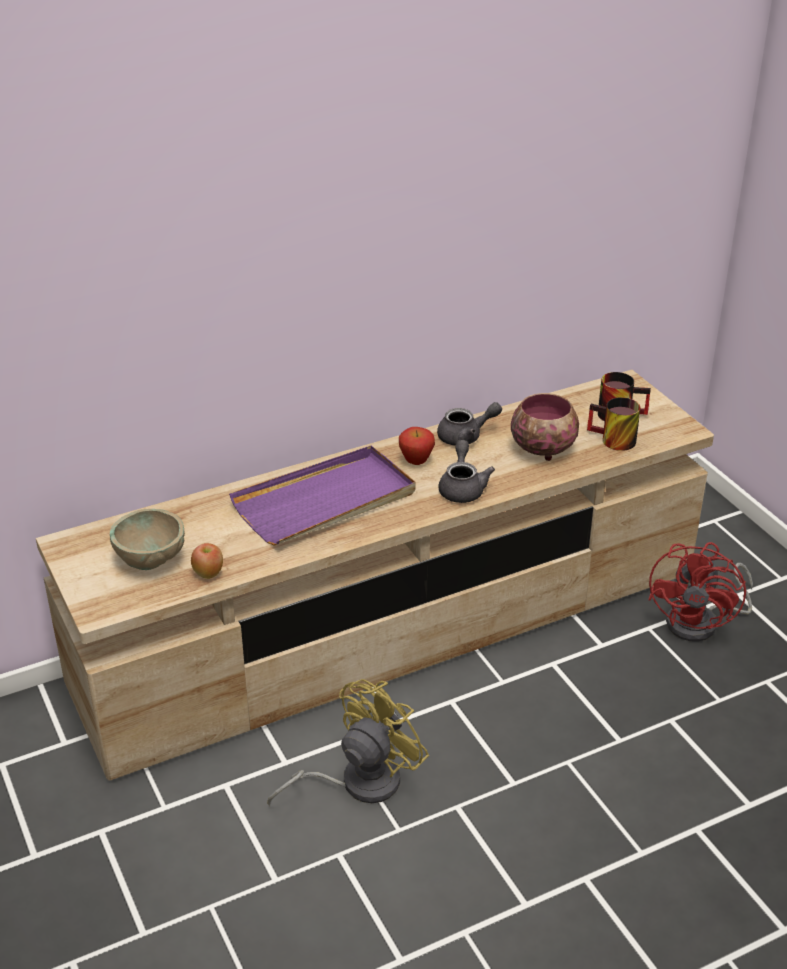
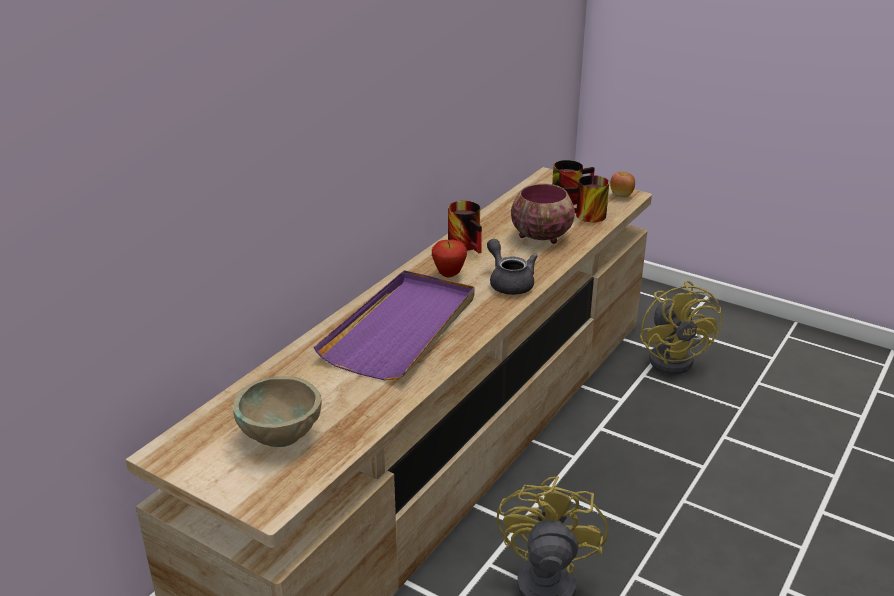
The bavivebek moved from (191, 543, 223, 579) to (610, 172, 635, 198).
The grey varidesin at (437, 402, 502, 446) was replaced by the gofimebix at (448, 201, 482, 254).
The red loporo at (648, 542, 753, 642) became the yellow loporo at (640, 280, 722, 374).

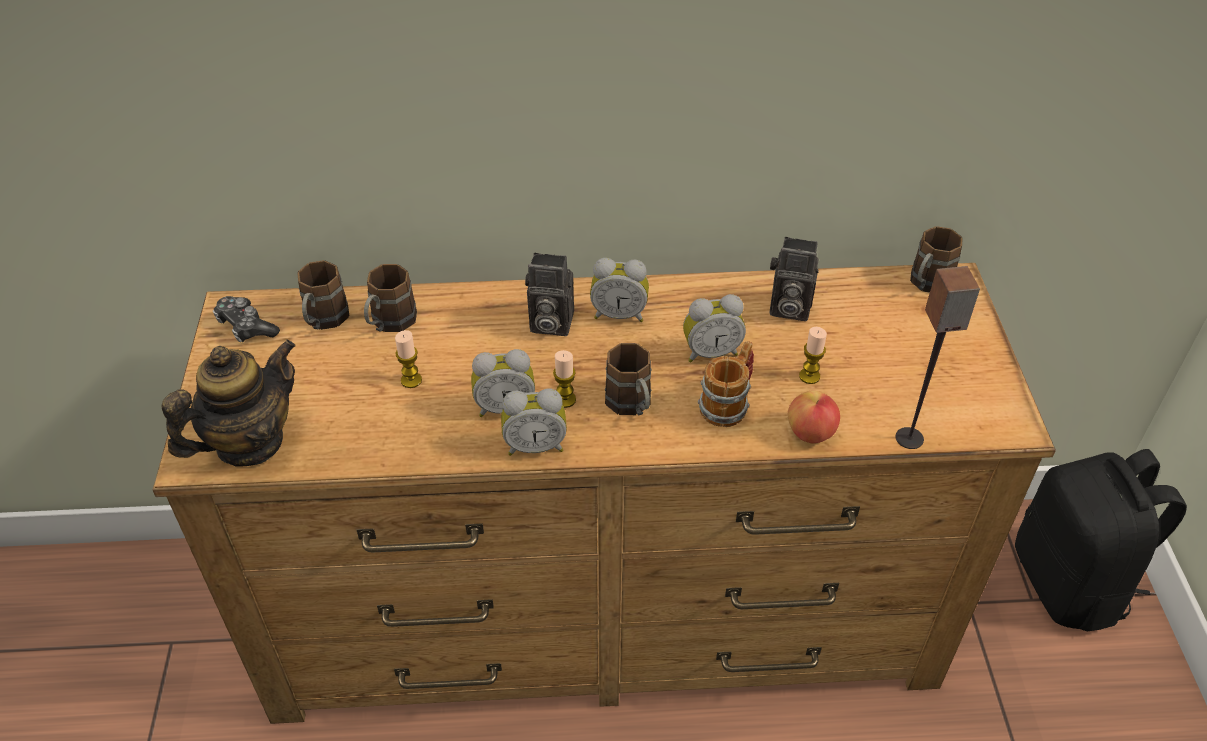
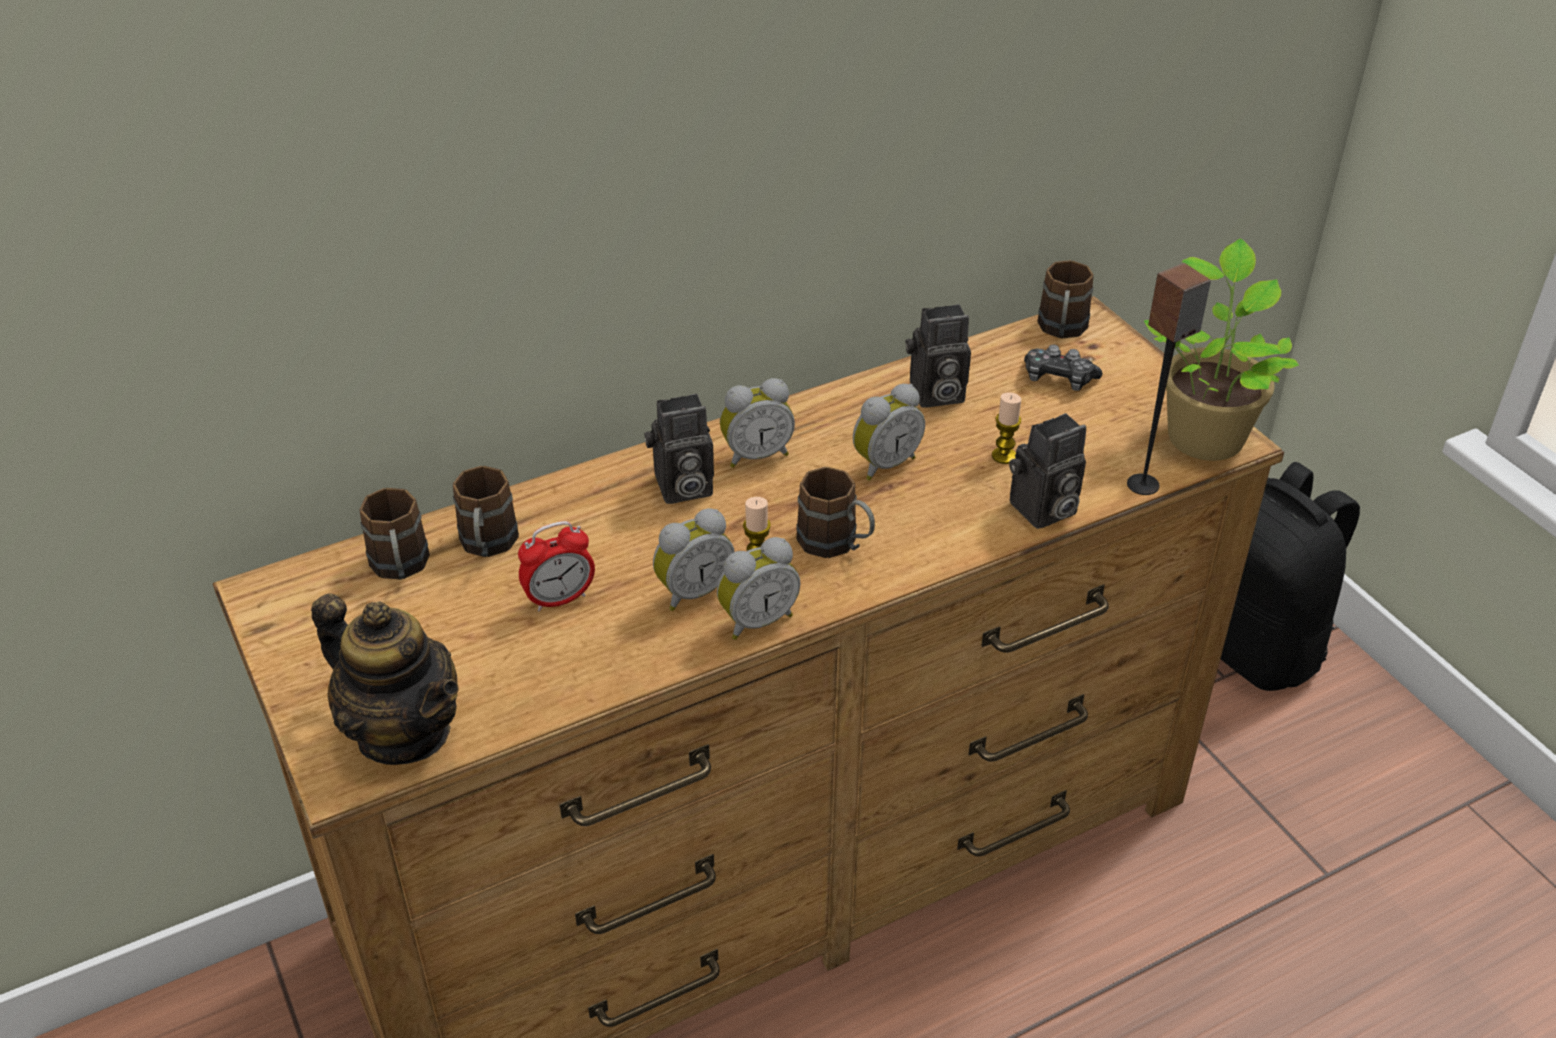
The gofimebix at (698, 341, 754, 427) disappeared.
The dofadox at (1144, 238, 1299, 461) appeared.
The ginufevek moved from (213, 296, 280, 342) to (1024, 345, 1103, 391).
The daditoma at (395, 330, 422, 388) was replaced by the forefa at (518, 521, 595, 612).
The bavivebek at (788, 390, 840, 443) was replaced by the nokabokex at (1009, 413, 1086, 529).
The varidesin at (162, 339, 296, 466) turned 105 degrees clockwise.

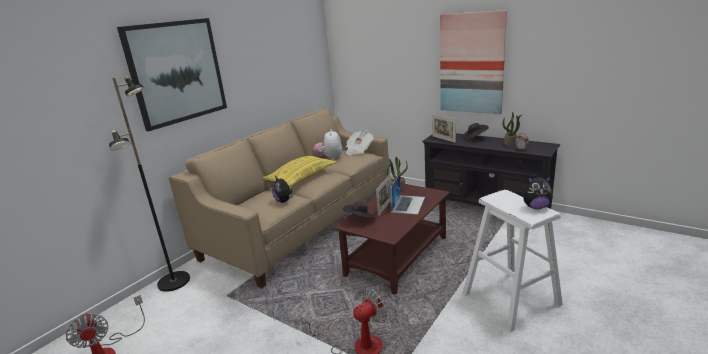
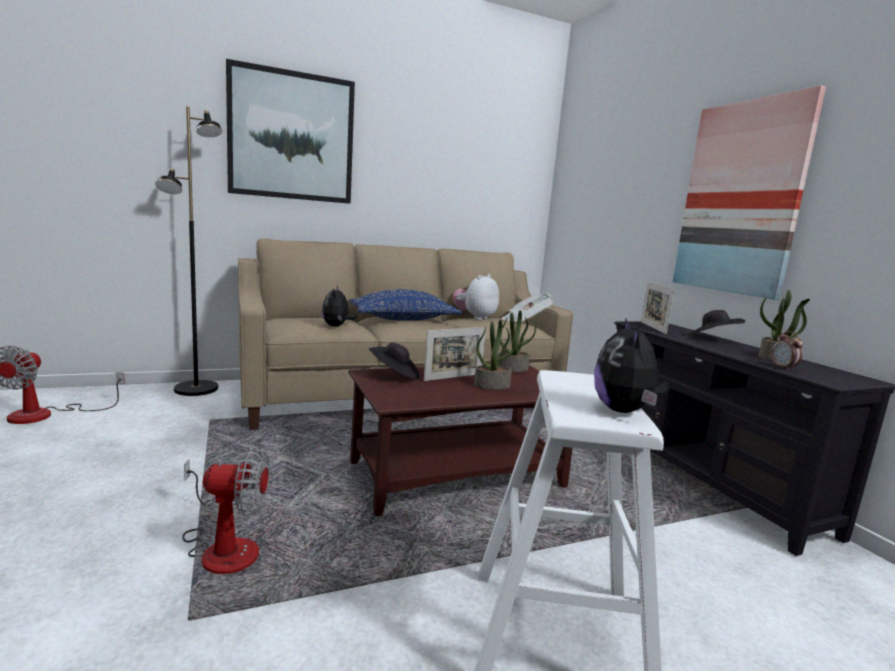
The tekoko at (390, 174, 425, 215) was replaced by the dofadox at (474, 320, 518, 390).
The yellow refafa at (263, 156, 337, 187) became the blue refafa at (349, 289, 462, 321).
The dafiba at (523, 176, 553, 209) turned 60 degrees clockwise.

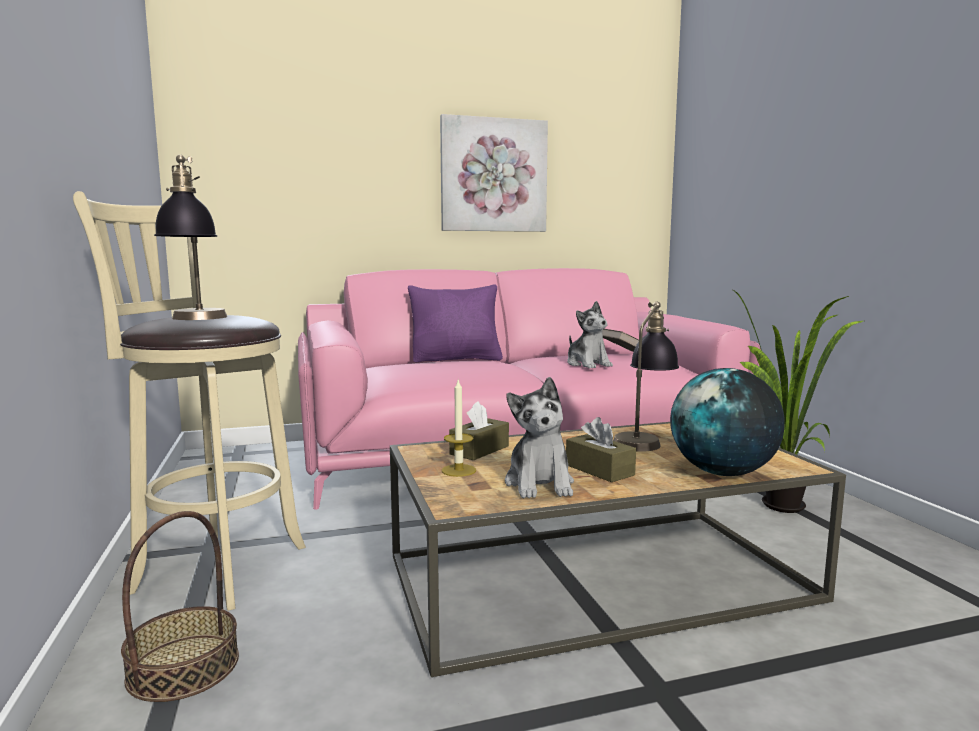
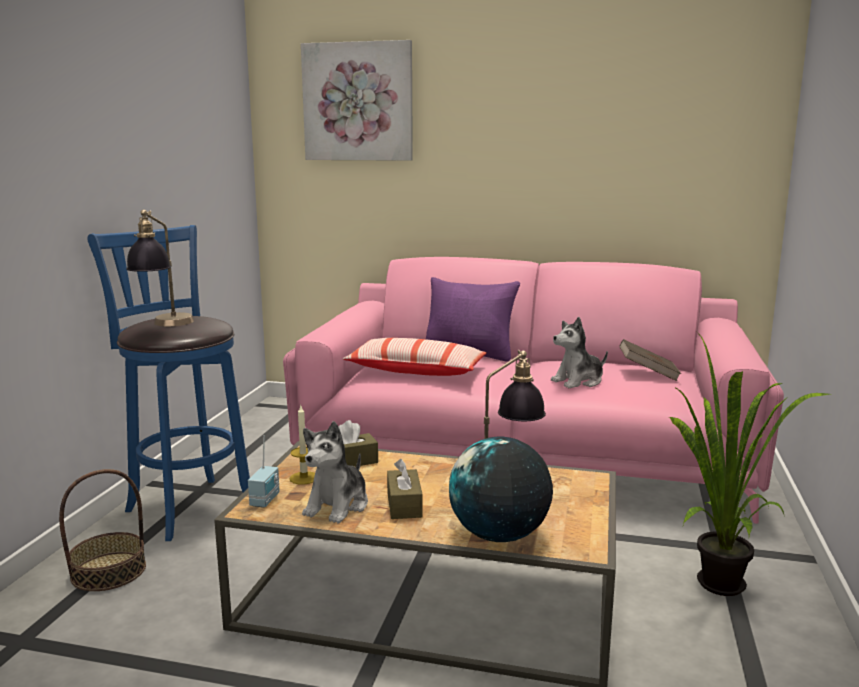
The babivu at (248, 436, 280, 507) appeared.
The refafa at (343, 338, 487, 376) appeared.
The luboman moved from (440, 114, 548, 232) to (301, 40, 413, 161).
The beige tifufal at (73, 191, 306, 611) became the blue tifufal at (87, 225, 250, 541).
The dafiba at (567, 301, 613, 368) turned 60 degrees clockwise.

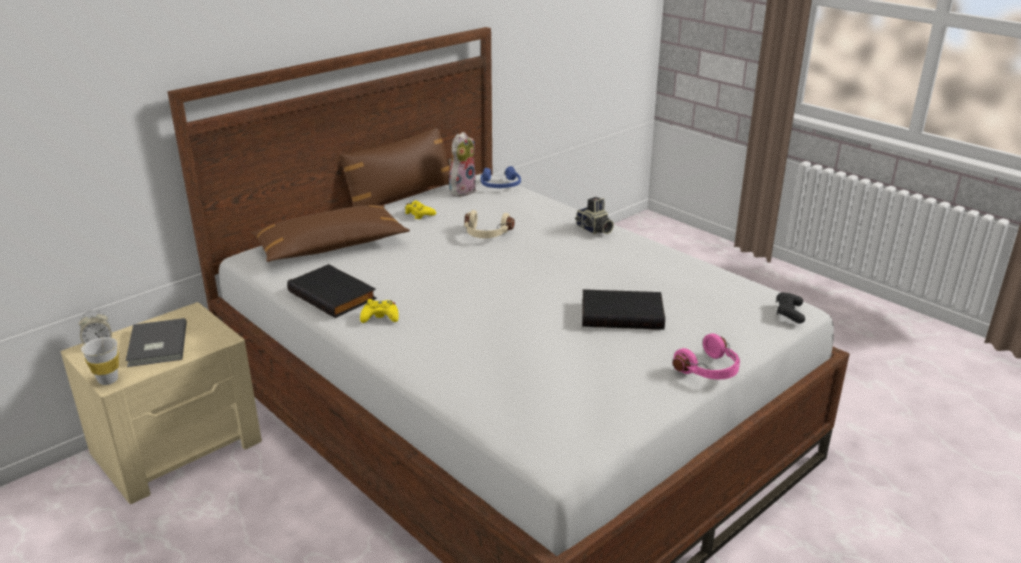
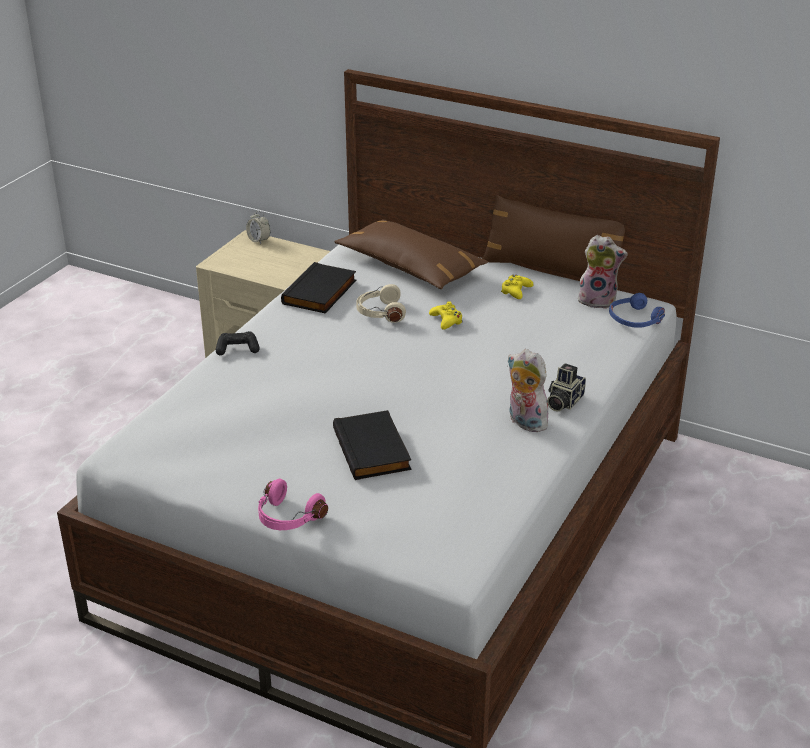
The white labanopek at (81, 337, 119, 385) disappeared.
The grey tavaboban at (126, 318, 187, 367) disappeared.
The dafiba at (508, 349, 548, 432) appeared.
The yellow ginufevek moved from (360, 299, 399, 323) to (429, 301, 462, 329).
The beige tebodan moved from (464, 210, 515, 238) to (356, 284, 406, 323).
The black ginufevek moved from (776, 292, 805, 324) to (216, 331, 259, 355).

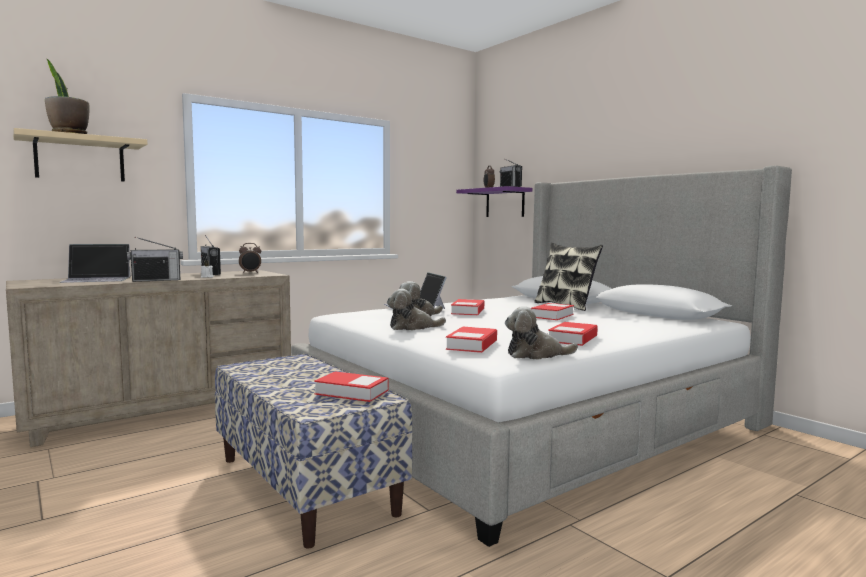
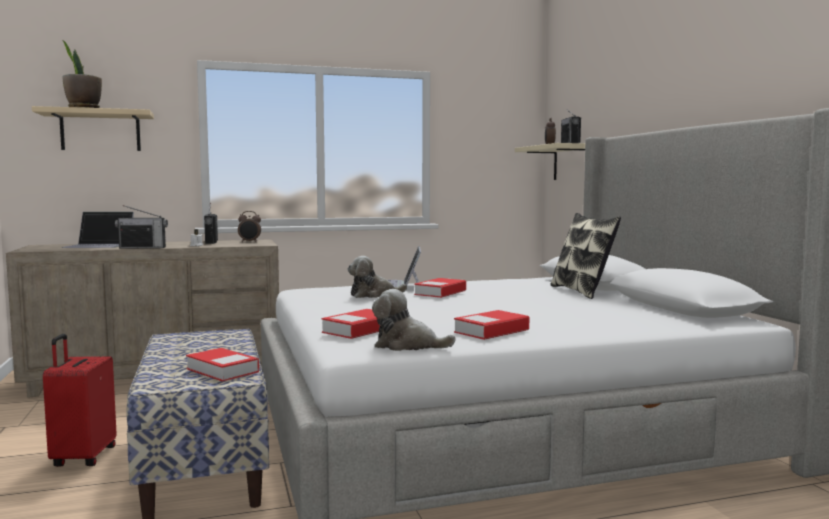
The dafiba at (387, 289, 446, 330) disappeared.
The tavaboban at (531, 303, 574, 320) disappeared.
The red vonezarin at (43, 334, 117, 467) appeared.
The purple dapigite at (456, 186, 532, 217) became the beige dapigite at (515, 143, 585, 180).

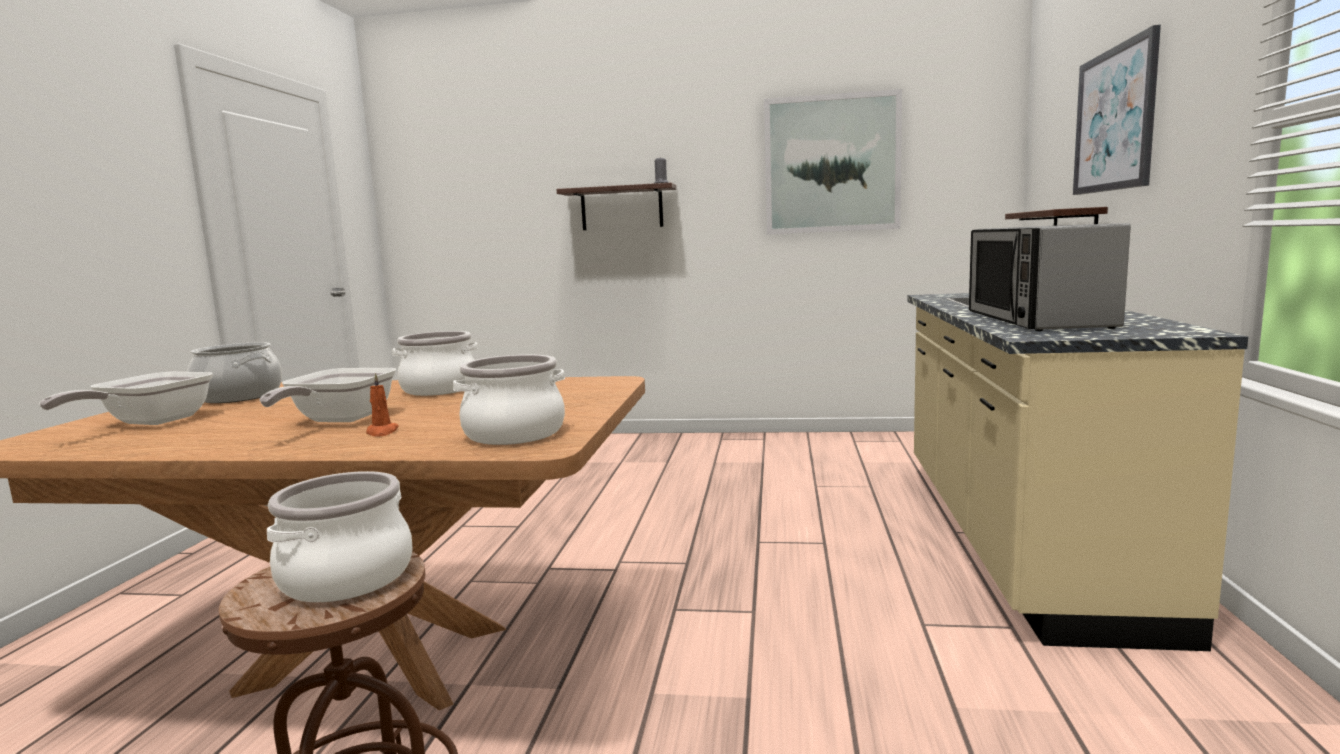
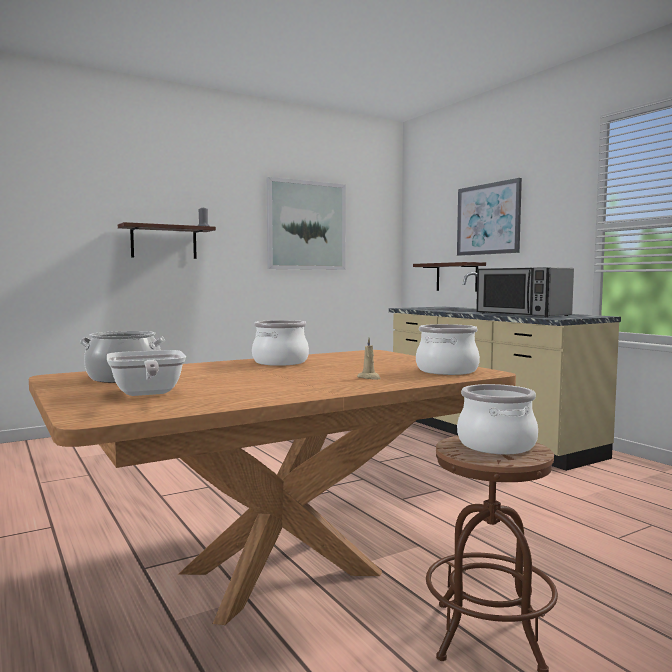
The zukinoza at (259, 368, 396, 422) disappeared.
The orange daditoma at (366, 373, 399, 437) became the beige daditoma at (357, 338, 381, 379).

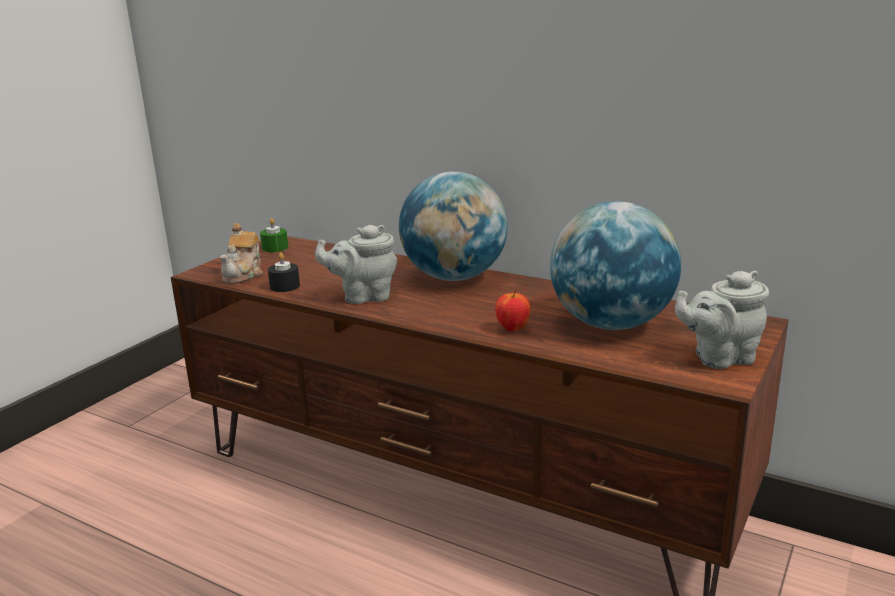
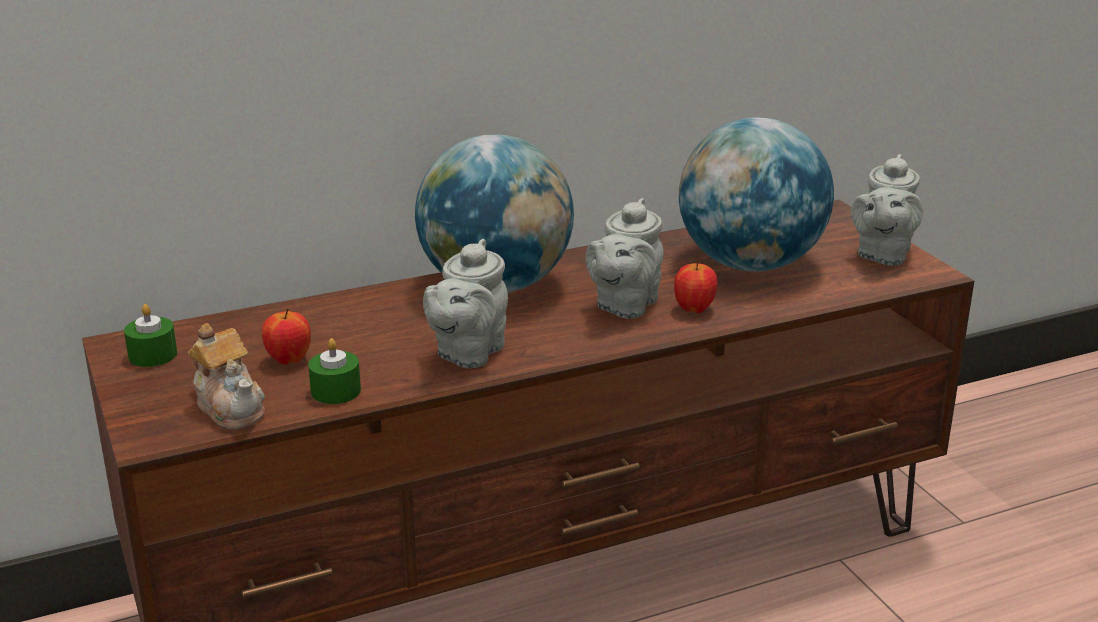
The bavivebek at (262, 308, 311, 365) appeared.
The grey varidesin at (586, 198, 664, 319) appeared.
The black daditoma at (268, 253, 300, 292) became the green daditoma at (308, 338, 361, 404).

